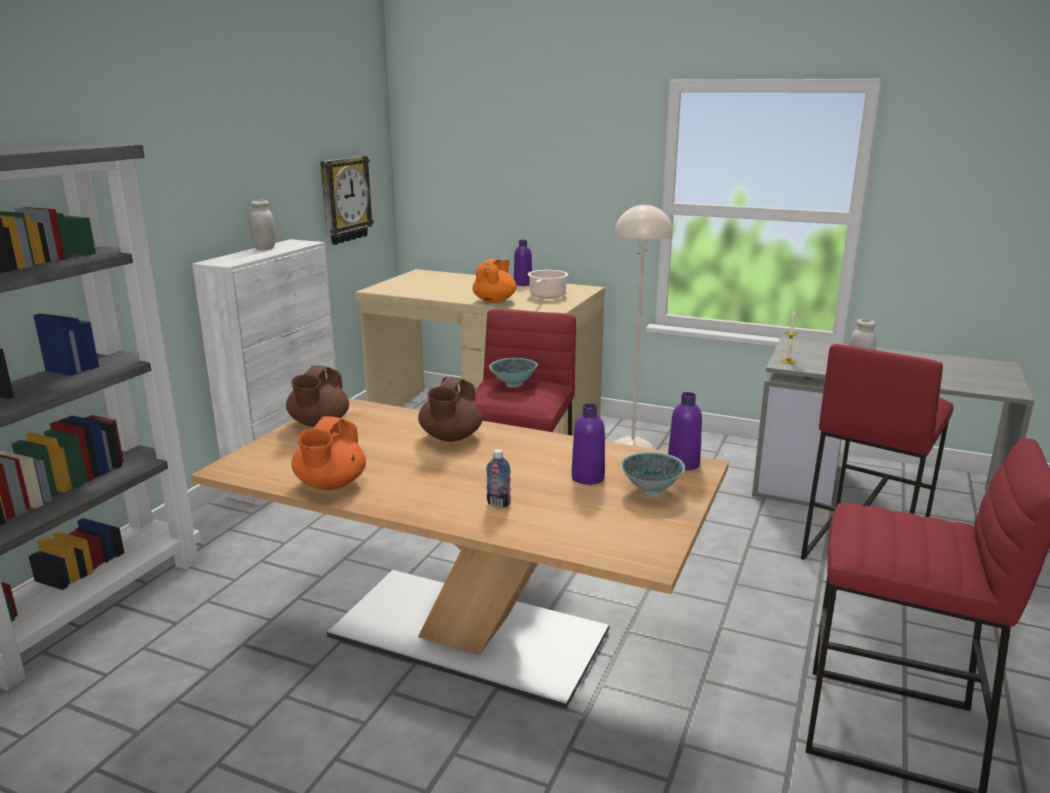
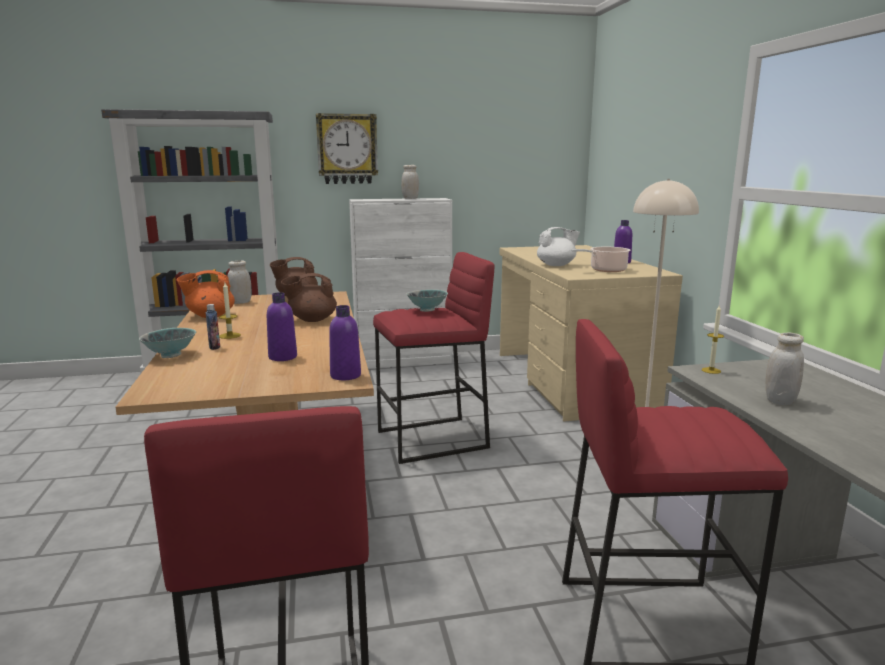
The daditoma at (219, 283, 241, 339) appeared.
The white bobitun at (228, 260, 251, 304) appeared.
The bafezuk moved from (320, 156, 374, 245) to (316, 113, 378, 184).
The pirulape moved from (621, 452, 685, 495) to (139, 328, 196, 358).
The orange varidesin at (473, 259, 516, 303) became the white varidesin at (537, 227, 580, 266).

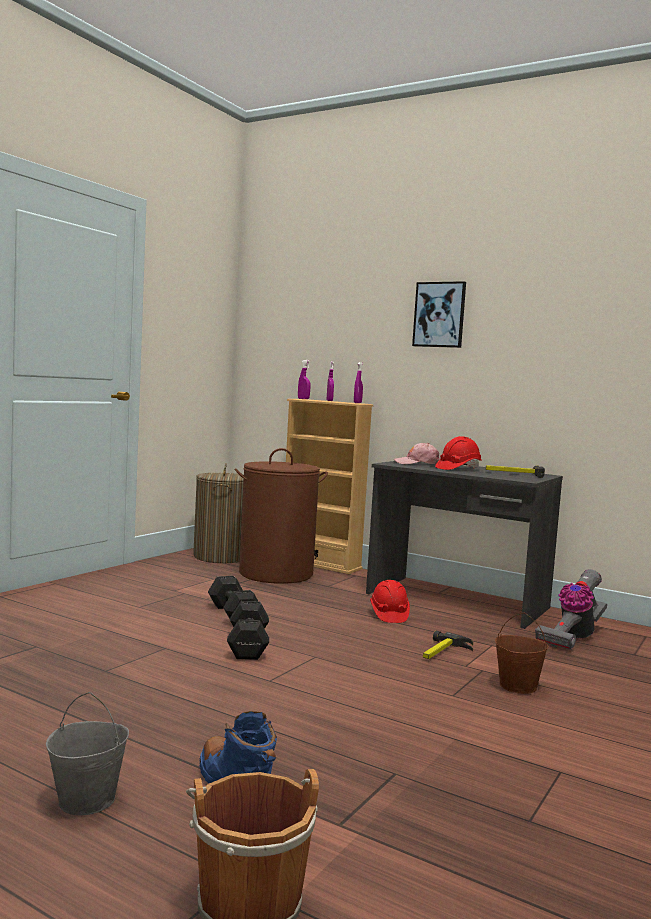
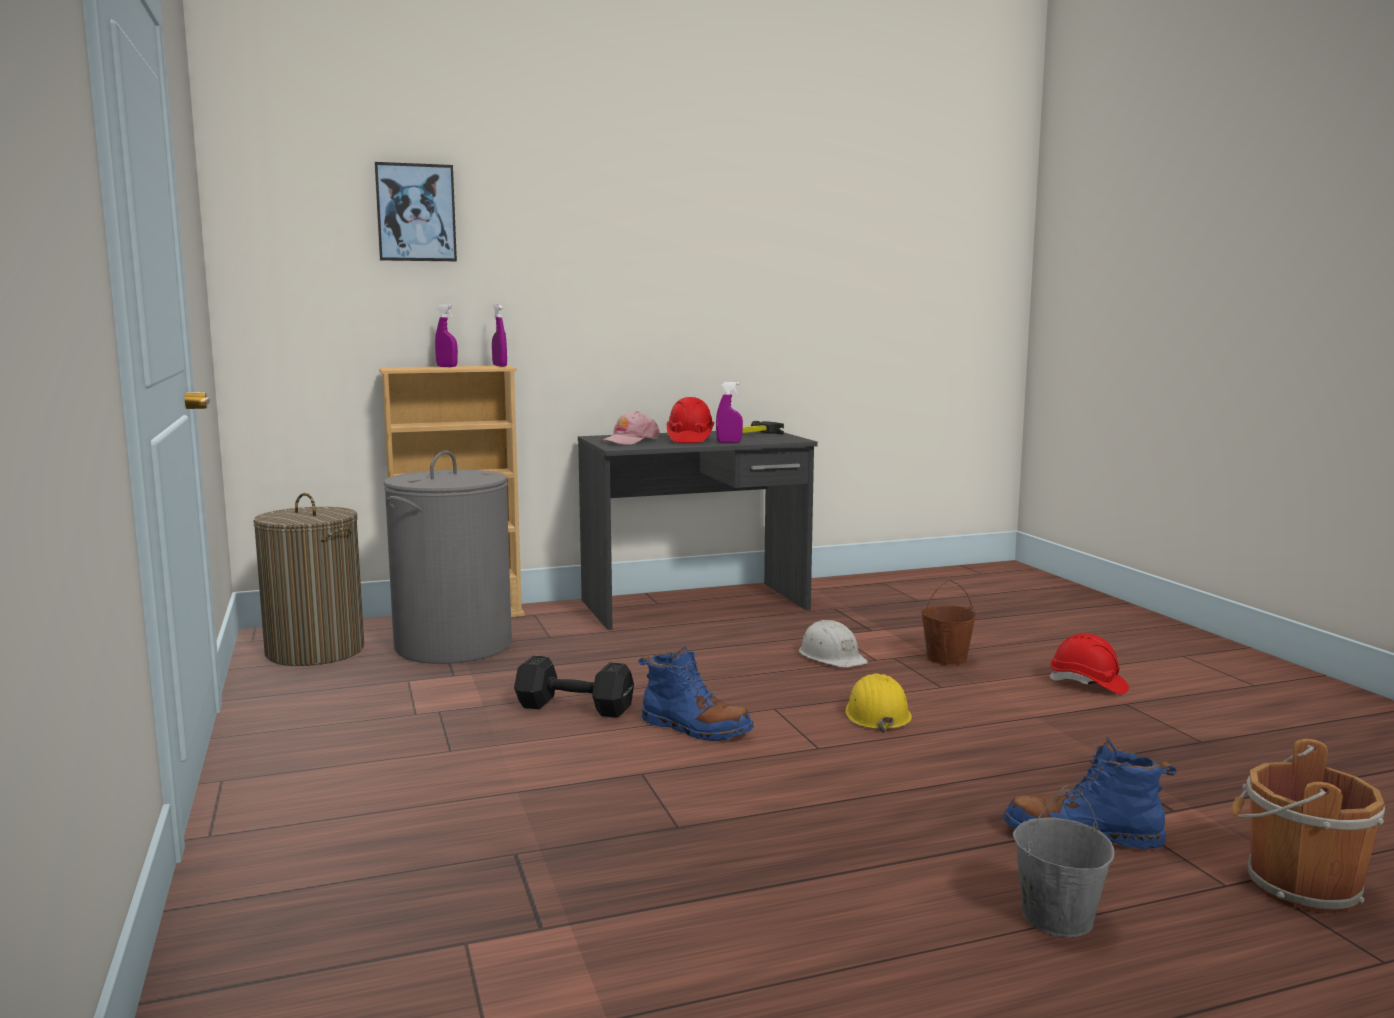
The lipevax at (535, 569, 607, 650) disappeared.
The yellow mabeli at (845, 673, 912, 733) appeared.
The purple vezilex moved from (298, 360, 311, 399) to (716, 382, 743, 443).
The red mabeli moved from (370, 580, 410, 623) to (1050, 633, 1129, 694).
The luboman moved from (412, 281, 466, 348) to (375, 162, 457, 261).
The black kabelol at (227, 601, 269, 660) was replaced by the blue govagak at (638, 646, 754, 741).
The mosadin at (423, 631, 473, 659) was replaced by the white mabeli at (799, 620, 868, 668).
The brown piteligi at (235, 448, 328, 584) became the grey piteligi at (384, 451, 512, 664).

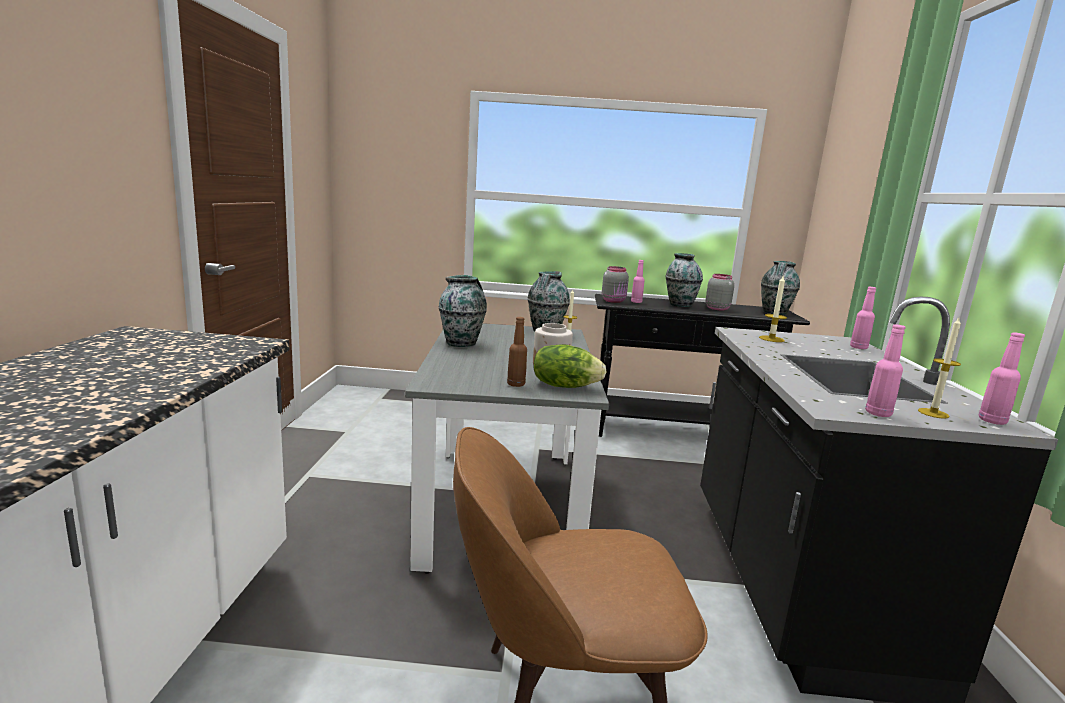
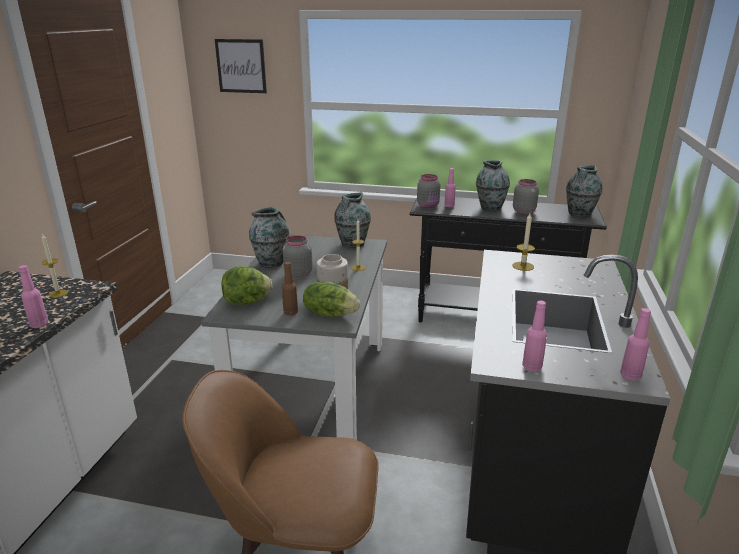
The luboman at (215, 39, 267, 93) appeared.
The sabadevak at (221, 266, 272, 305) appeared.
The grey bobitun at (283, 235, 313, 278) appeared.
The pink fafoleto moved from (850, 287, 876, 349) to (18, 265, 48, 328).
The daditoma moved from (918, 318, 961, 419) to (42, 233, 68, 298).

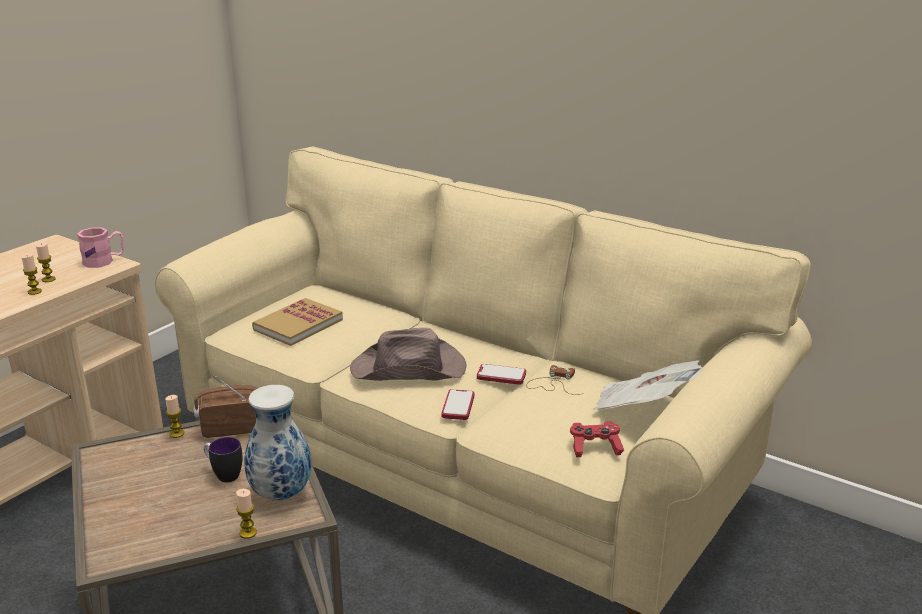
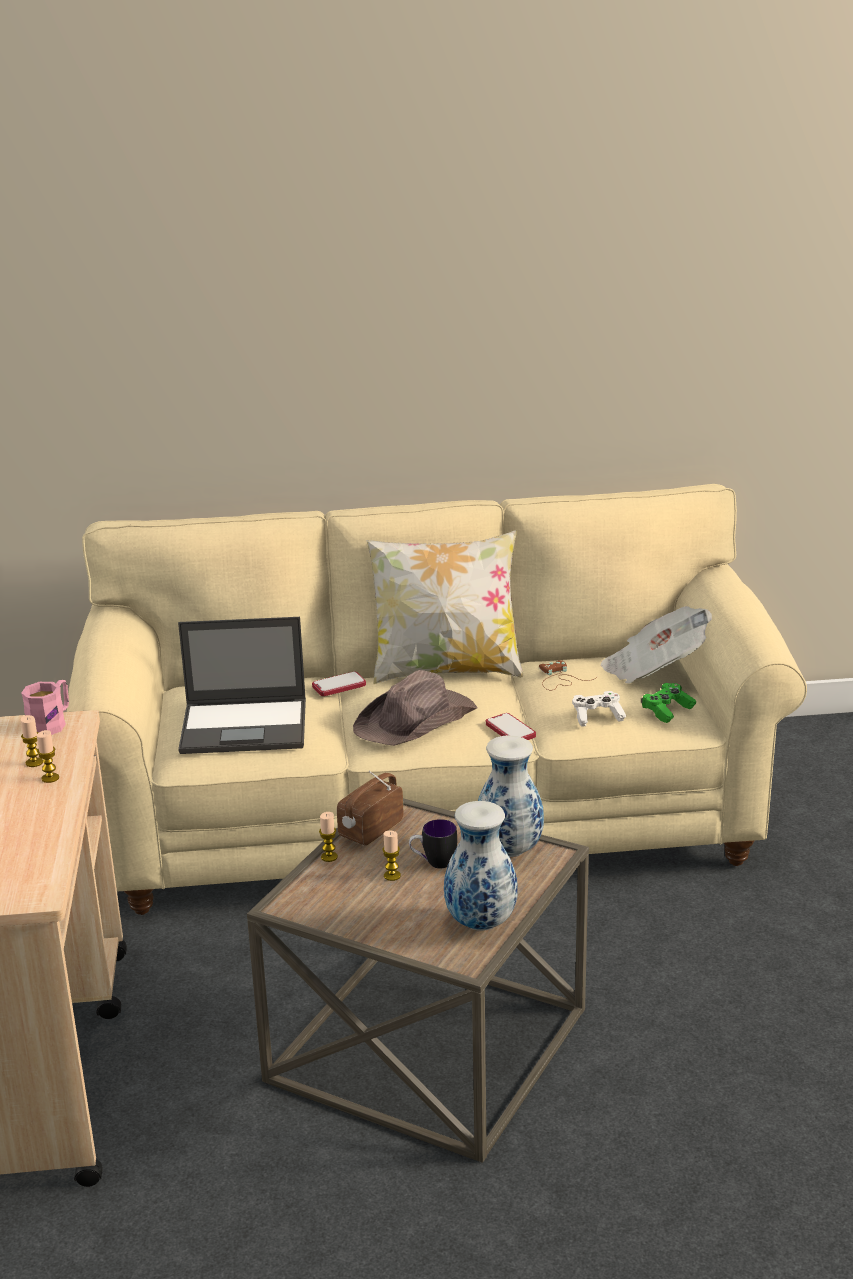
The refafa at (366, 530, 523, 684) appeared.
The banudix at (444, 801, 518, 931) appeared.
The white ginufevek at (572, 691, 626, 727) appeared.
The daditoma moved from (236, 489, 257, 539) to (382, 831, 401, 881).
The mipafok moved from (477, 364, 526, 385) to (312, 672, 366, 696).
The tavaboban at (252, 298, 343, 346) was replaced by the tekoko at (178, 617, 306, 754).
The red ginufevek at (570, 421, 624, 457) became the green ginufevek at (641, 683, 696, 723).

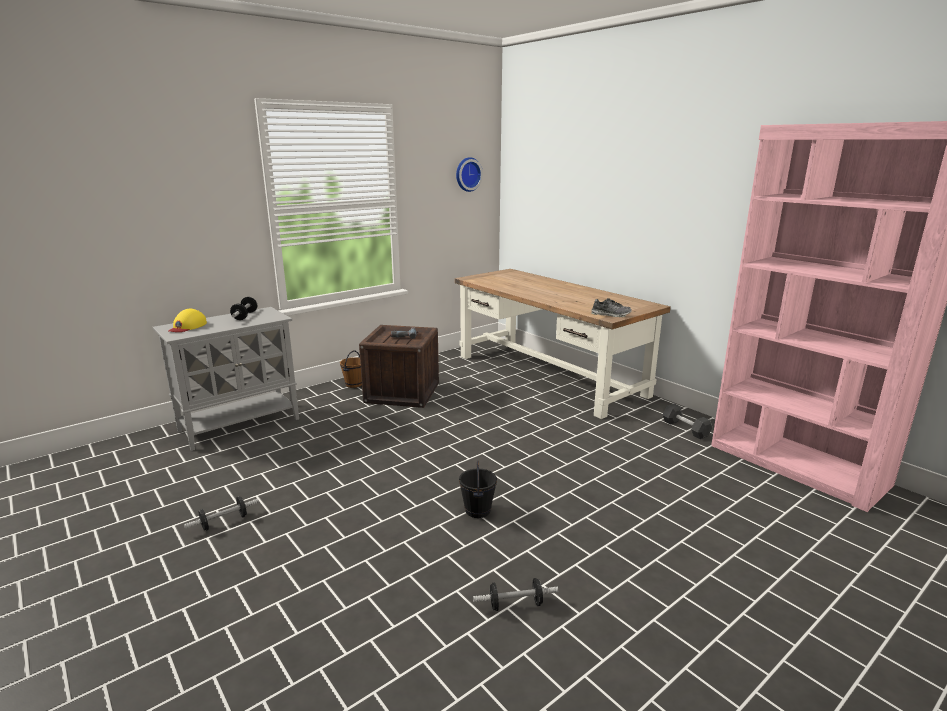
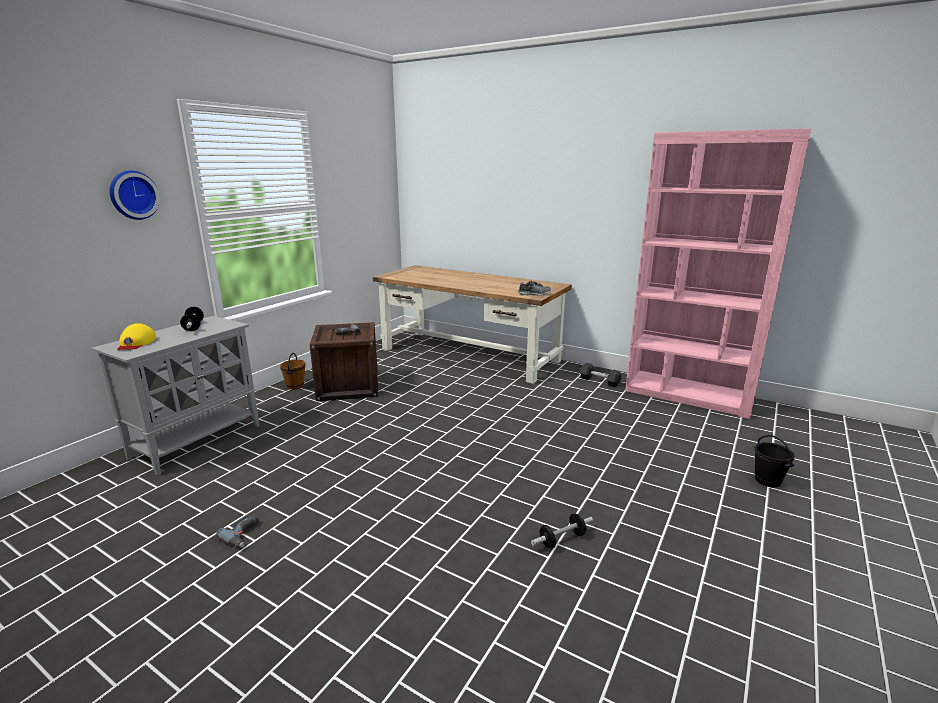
The bafezuk moved from (456, 157, 483, 192) to (109, 170, 160, 220).
The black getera moved from (459, 461, 497, 518) to (754, 435, 795, 487).
The kabelol at (184, 496, 259, 531) was replaced by the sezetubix at (216, 514, 259, 548).

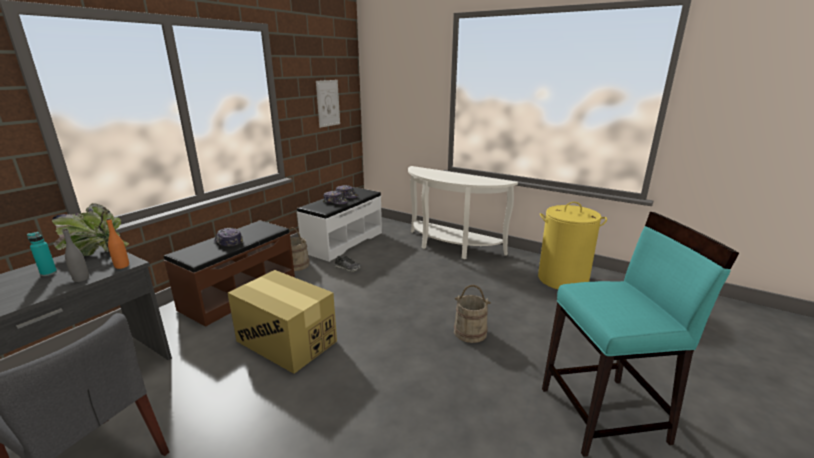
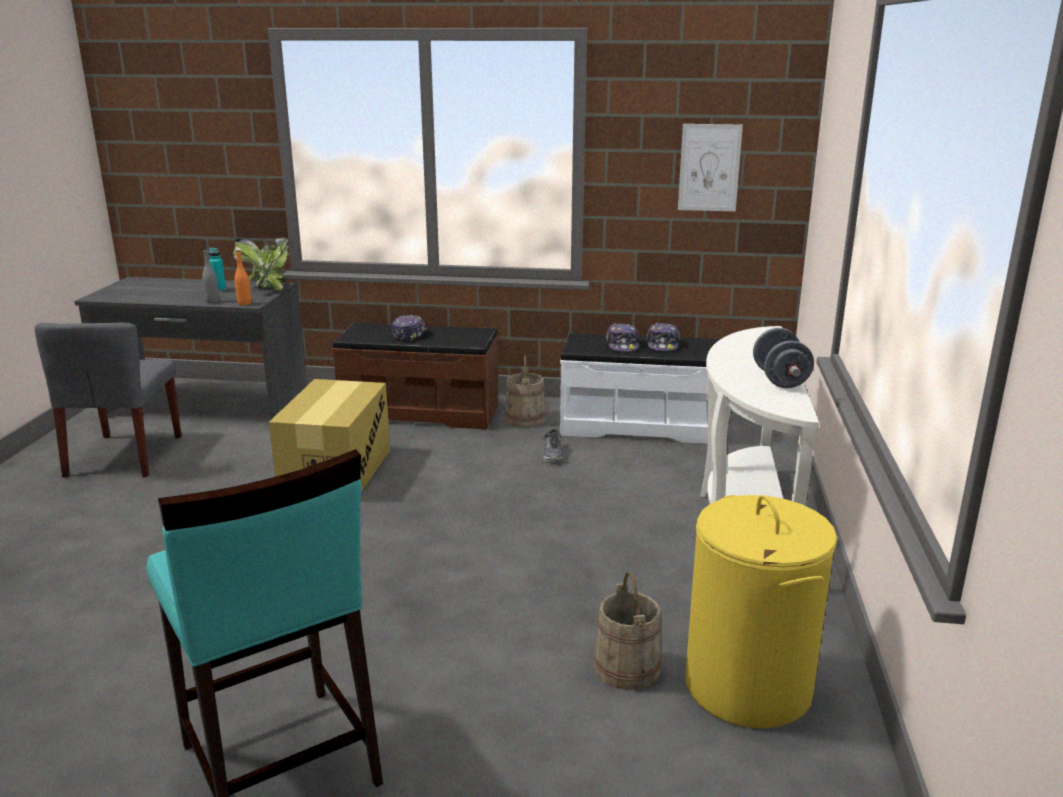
The grey kabelol at (753, 328, 814, 388) appeared.
The beige getera moved from (454, 285, 491, 343) to (593, 571, 662, 690).

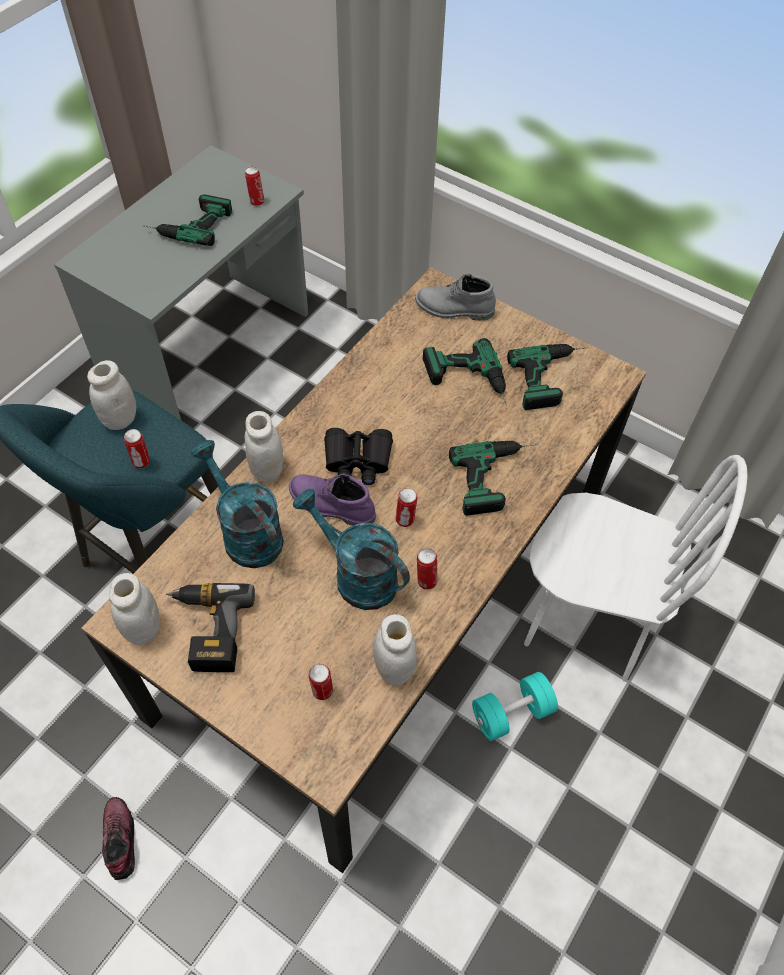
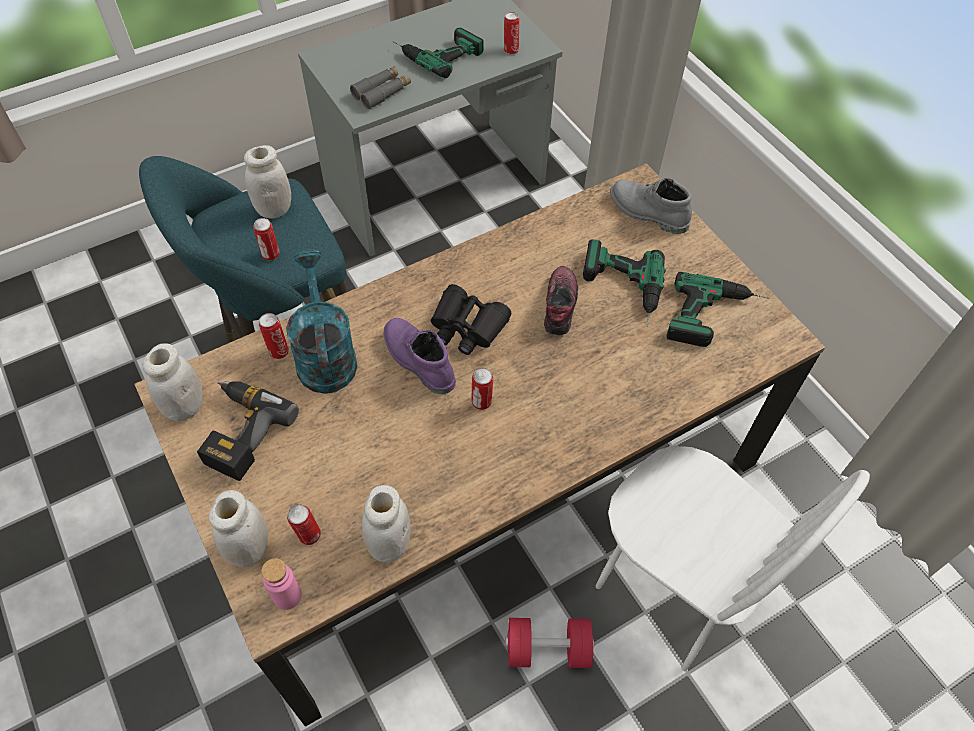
The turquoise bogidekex at (293, 488, 410, 610) disappeared.
The sezetubix at (449, 441, 537, 516) disappeared.
The pink fafoleto at (261, 558, 302, 610) appeared.
The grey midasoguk at (350, 66, 411, 109) appeared.
The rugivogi moved from (102, 797, 135, 880) to (544, 266, 578, 336).
The white bobitun moved from (245, 411, 283, 482) to (209, 490, 268, 567).
The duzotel moved from (417, 548, 437, 590) to (259, 313, 289, 359).
The turquoise kabelol at (472, 672, 558, 741) became the red kabelol at (505, 618, 594, 668).

